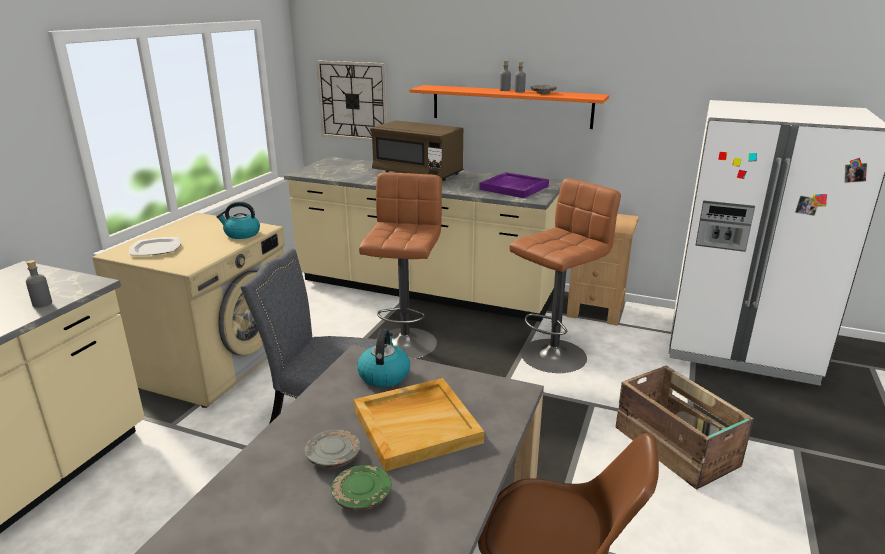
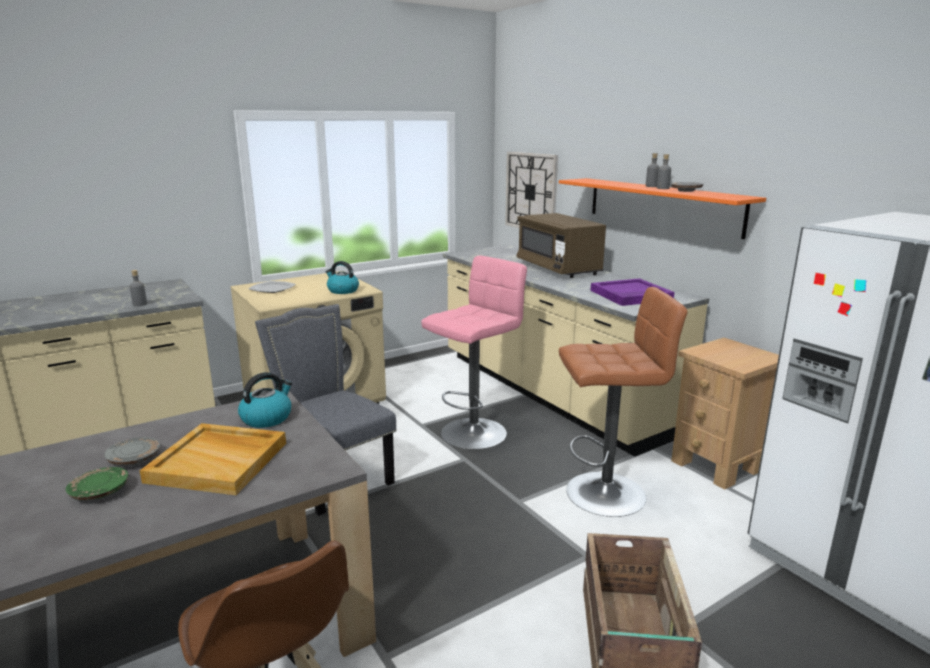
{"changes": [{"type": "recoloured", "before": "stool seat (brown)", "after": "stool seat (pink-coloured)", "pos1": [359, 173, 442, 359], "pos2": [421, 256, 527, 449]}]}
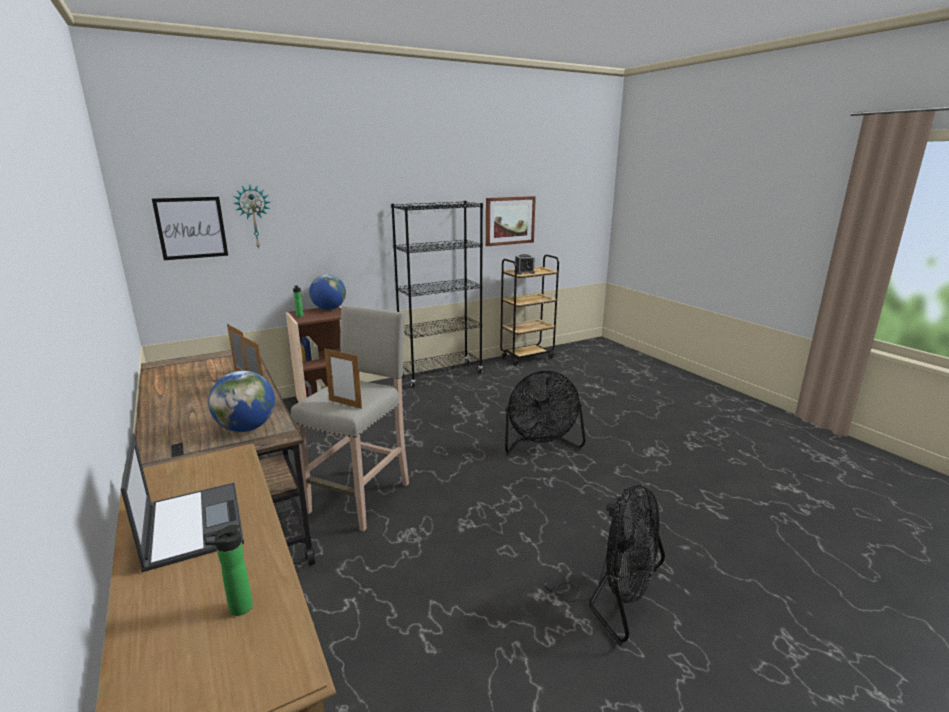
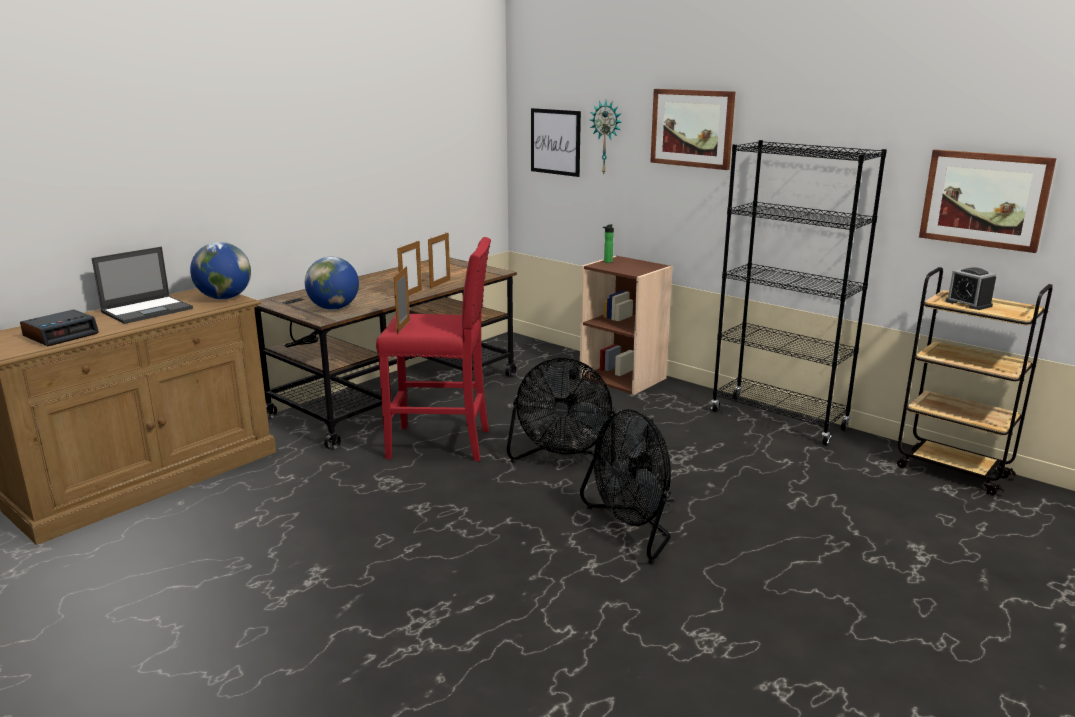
{"changes": [{"type": "replaced", "before": "drink bottle", "after": "bedside clock", "pos1": [203, 525, 253, 616], "pos2": [20, 309, 99, 346]}, {"type": "recoloured", "before": "stool seat (beige)", "after": "stool seat (red)", "pos1": [291, 305, 409, 532], "pos2": [376, 237, 491, 461]}, {"type": "moved", "before": "desk globe", "pos1": [309, 274, 346, 310], "pos2": [190, 242, 251, 299]}, {"type": "moved", "before": "electric fan (black)", "pos1": [545, 485, 665, 646], "pos2": [507, 358, 616, 463]}, {"type": "added", "after": "wall picture", "pos2": [650, 89, 735, 170]}]}
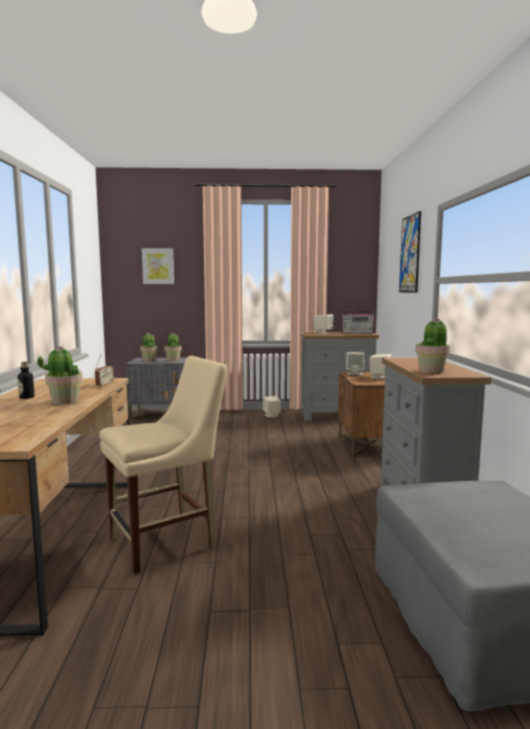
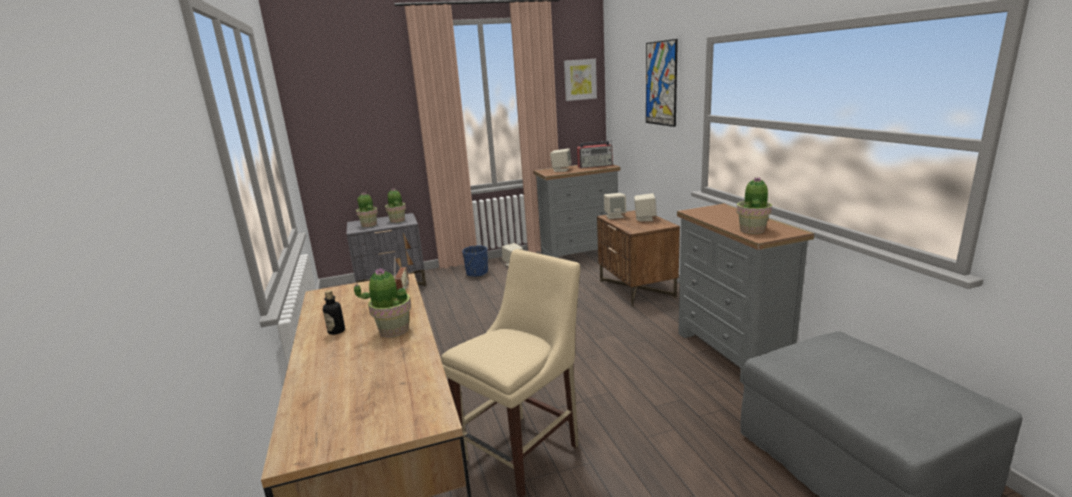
{"changes": [{"type": "moved", "before": "wall picture", "pos1": [142, 248, 174, 284], "pos2": [564, 59, 597, 101]}, {"type": "added", "after": "plant pot (blue-coloured)", "pos2": [462, 245, 488, 277]}]}
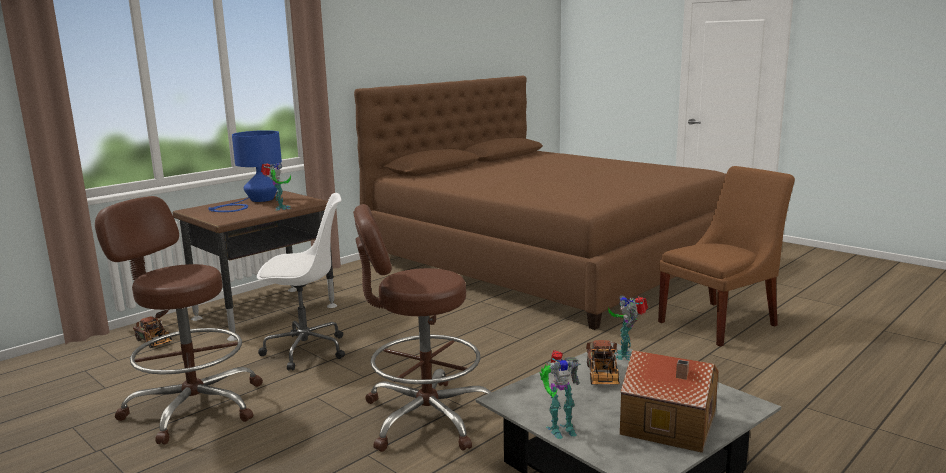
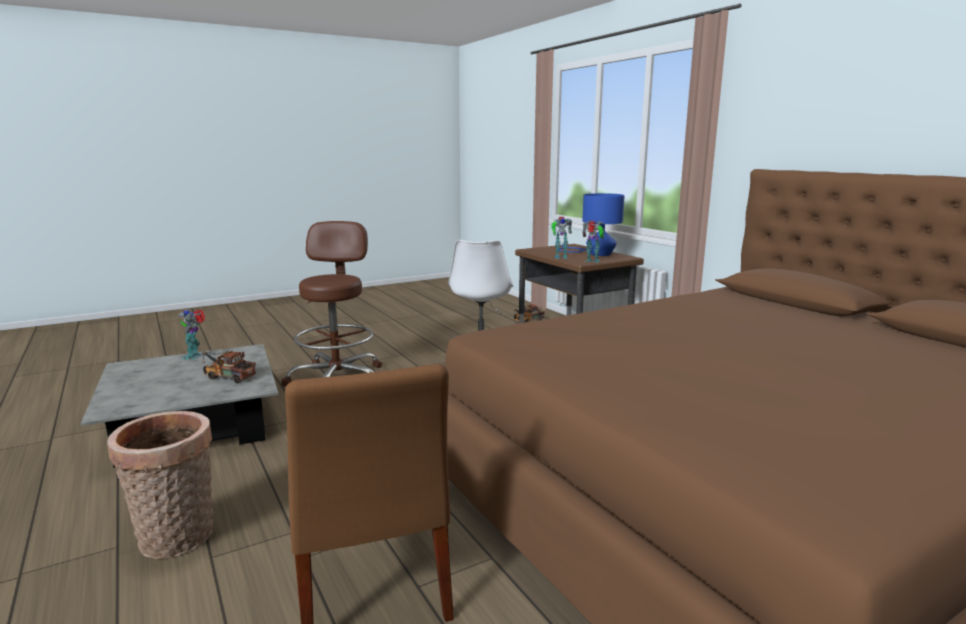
{"changes": [{"type": "removed", "before": "stool seat (brown)", "pos1": [95, 196, 263, 444]}, {"type": "moved", "before": "toy robot", "pos1": [608, 295, 648, 360], "pos2": [582, 221, 604, 263]}, {"type": "removed", "before": "miniature house", "pos1": [620, 350, 719, 453]}, {"type": "added", "after": "storage basket", "pos2": [107, 411, 214, 559]}]}
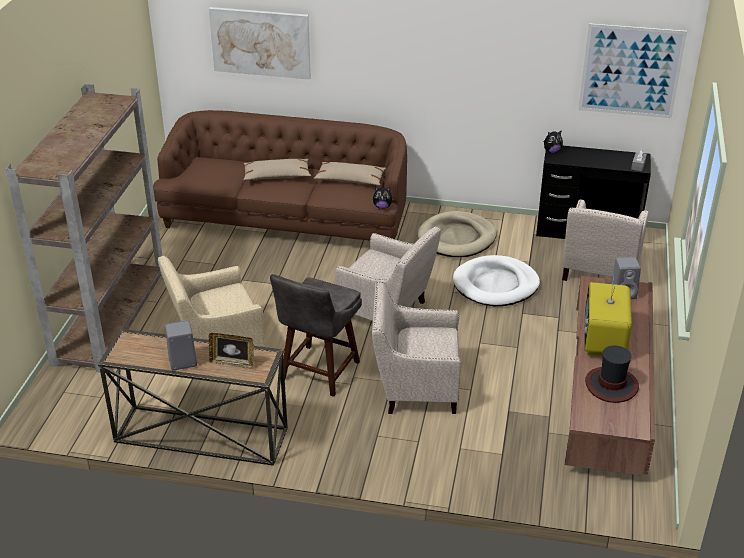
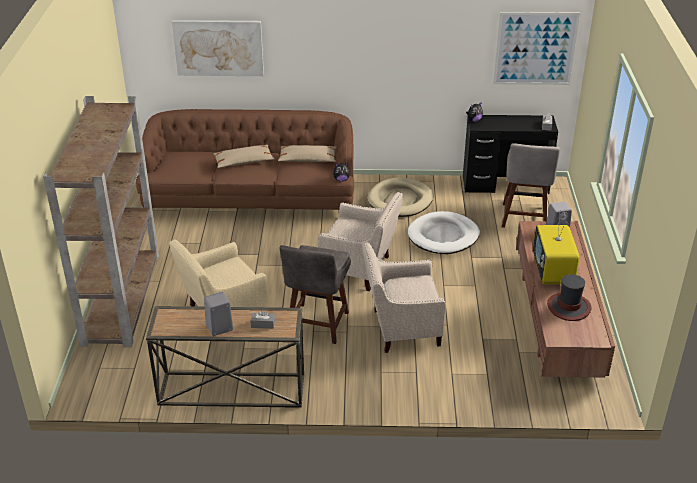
{"changes": [{"type": "replaced", "before": "standing frame", "after": "tissue holder (grey)", "pos1": [209, 333, 254, 370], "pos2": [250, 310, 275, 329]}, {"type": "replaced", "before": "armchair (beige)", "after": "stool seat (grey)", "pos1": [562, 199, 649, 281], "pos2": [502, 143, 560, 228]}]}
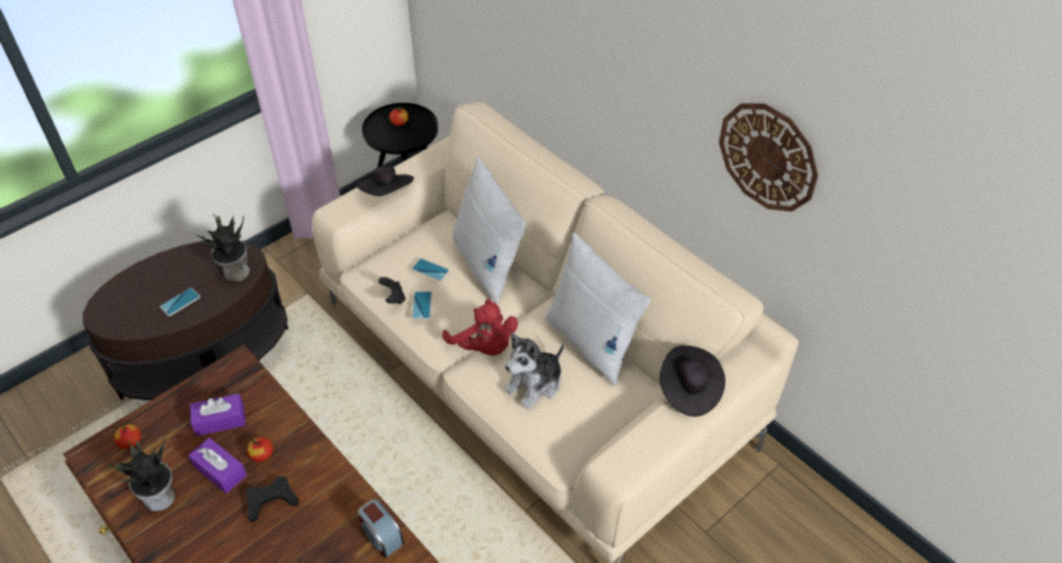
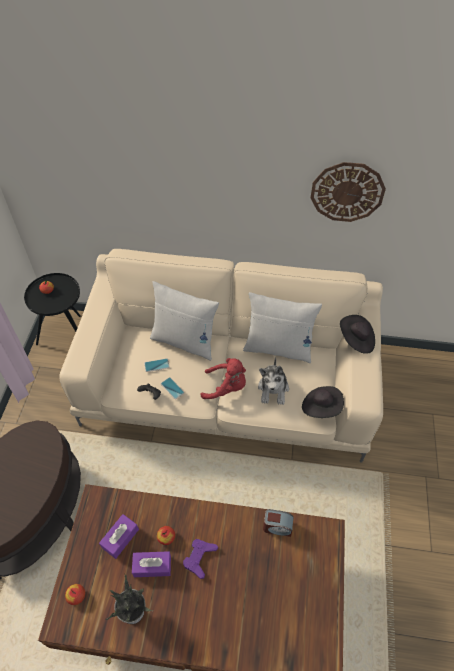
{"changes": [{"type": "removed", "before": "phone", "pos1": [160, 288, 200, 316]}, {"type": "removed", "before": "houseplant", "pos1": [193, 214, 250, 282]}, {"type": "recoloured", "before": "game controller (black)", "after": "game controller (purple)", "pos1": [246, 476, 299, 523], "pos2": [183, 539, 218, 579]}, {"type": "moved", "before": "hat (black)", "pos1": [356, 165, 414, 196], "pos2": [302, 386, 344, 418]}]}
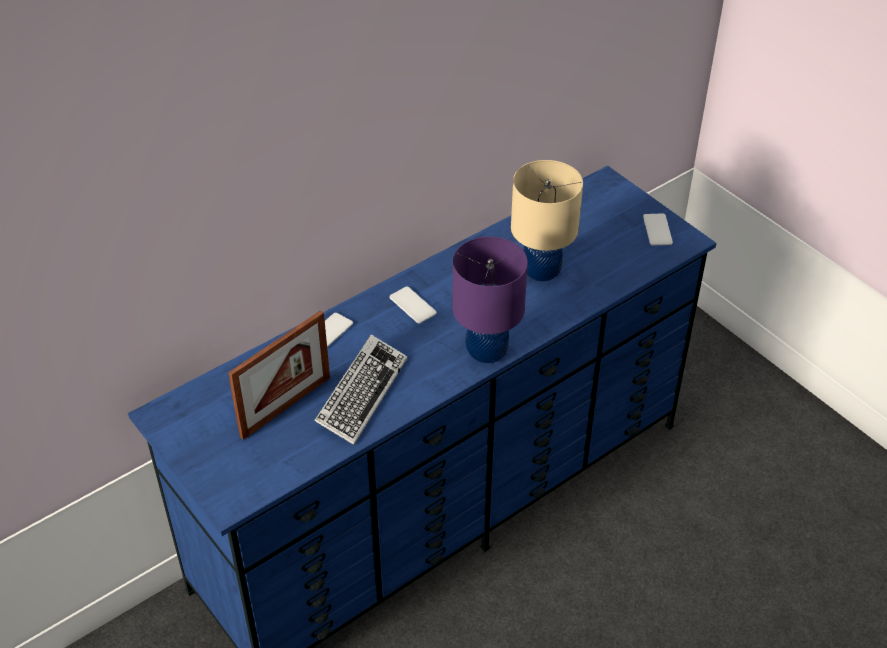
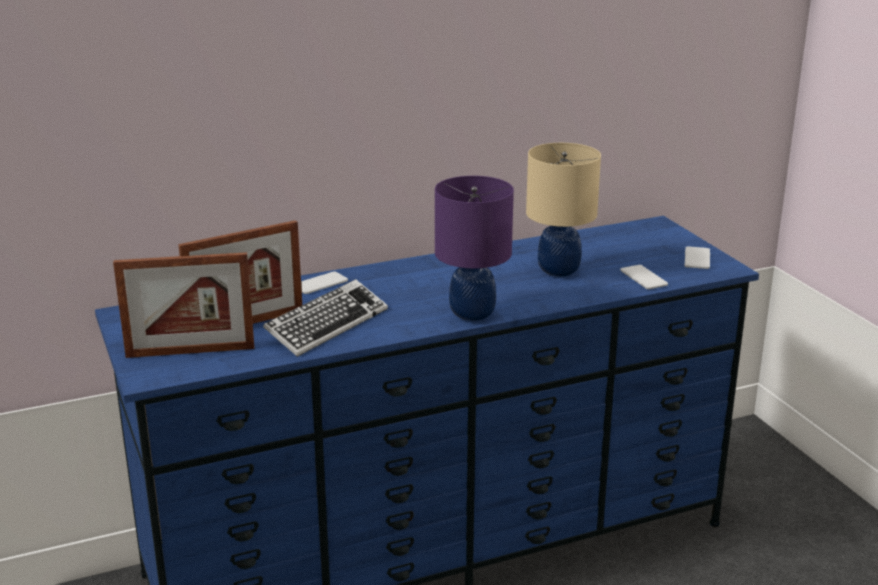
{"changes": [{"type": "moved", "before": "phone", "pos1": [390, 287, 437, 323], "pos2": [620, 265, 668, 289]}, {"type": "added", "after": "standing frame", "pos2": [113, 252, 254, 358]}]}
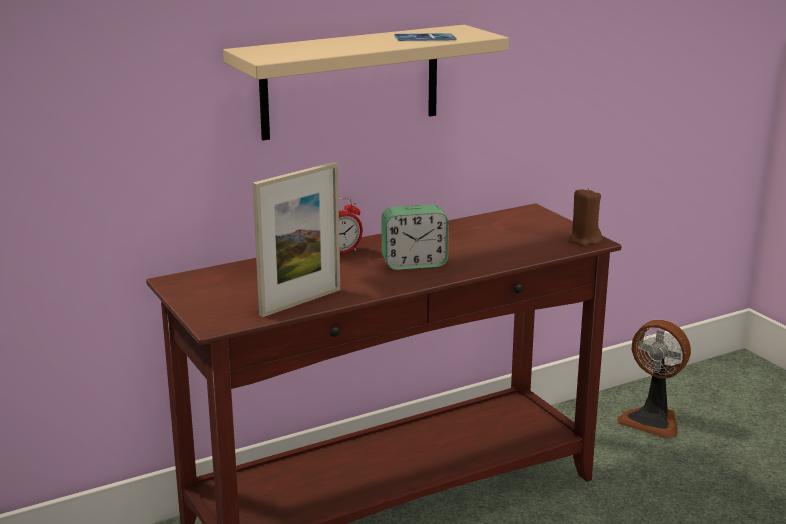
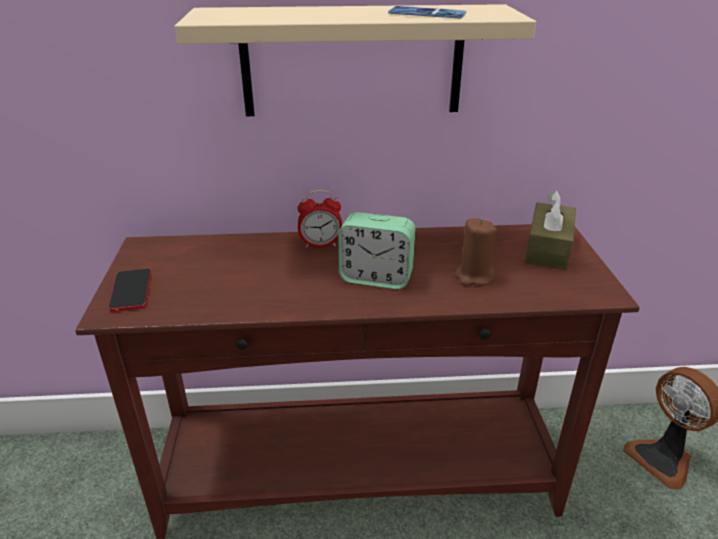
{"changes": [{"type": "removed", "before": "standing frame", "pos1": [252, 162, 340, 317]}, {"type": "moved", "before": "candle (brown)", "pos1": [569, 188, 602, 247], "pos2": [454, 218, 497, 286]}, {"type": "added", "after": "phone", "pos2": [109, 269, 151, 312]}, {"type": "added", "after": "tissue holder (brown)", "pos2": [525, 190, 576, 270]}]}
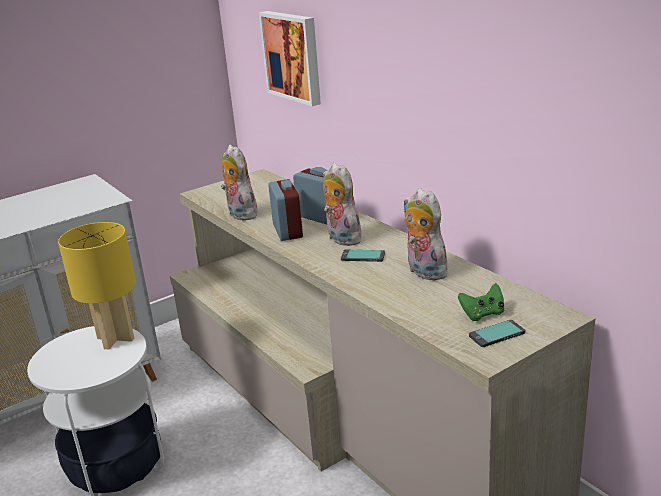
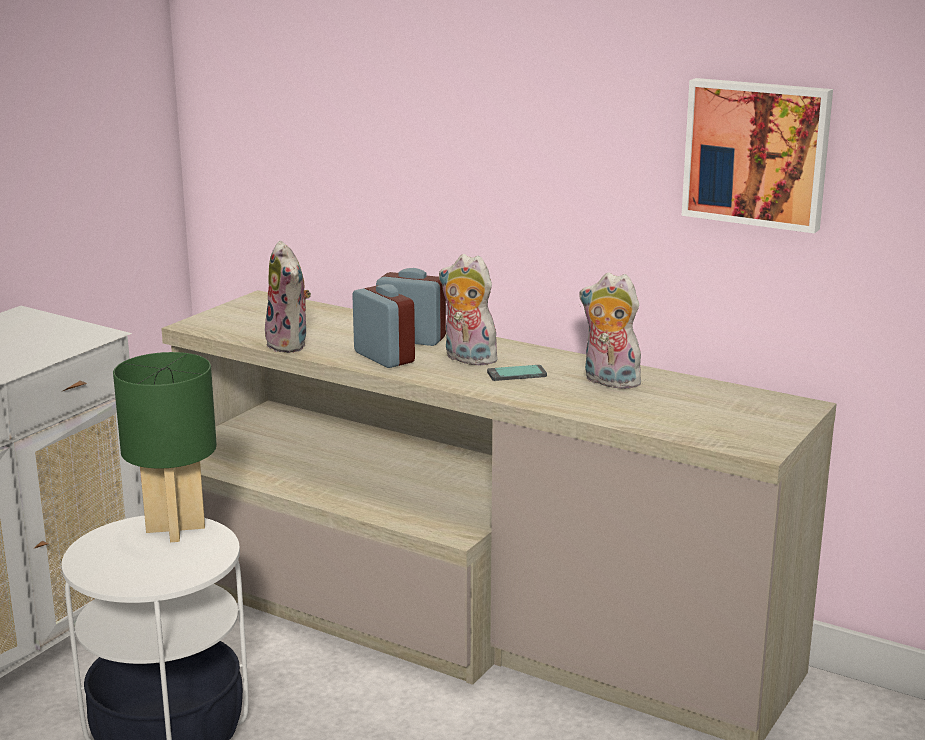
{"changes": [{"type": "recoloured", "before": "lamp for a table (yellowish)", "after": "lamp for a table (greenish)", "pos1": [58, 222, 136, 349], "pos2": [113, 352, 217, 542]}, {"type": "turned", "before": "cuddly toy", "pos1": [221, 145, 257, 220], "pos2": [265, 241, 311, 353], "turn": -150}, {"type": "moved", "before": "wall picture", "pos1": [259, 11, 321, 106], "pos2": [681, 78, 833, 233]}, {"type": "removed", "before": "game controller (greenish)", "pos1": [458, 283, 504, 321]}, {"type": "removed", "before": "phone", "pos1": [469, 320, 525, 347]}]}
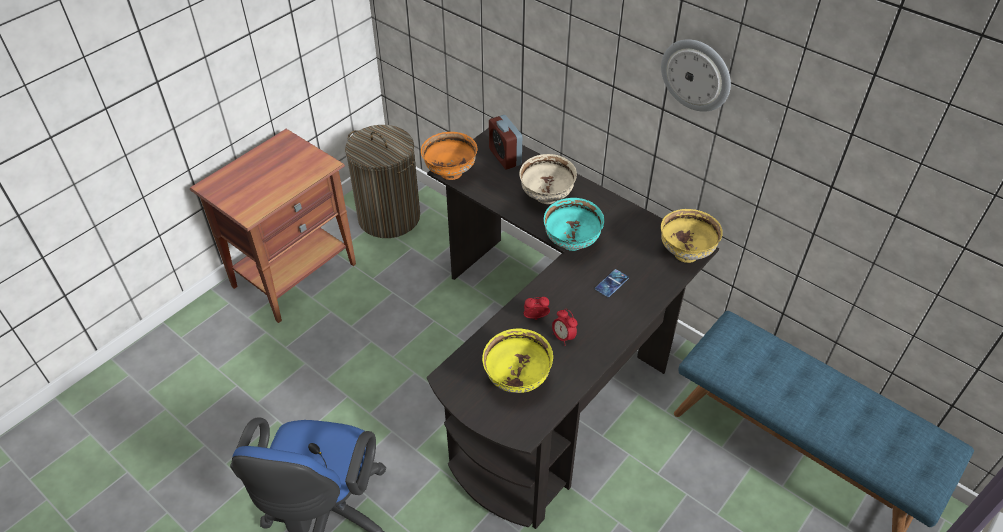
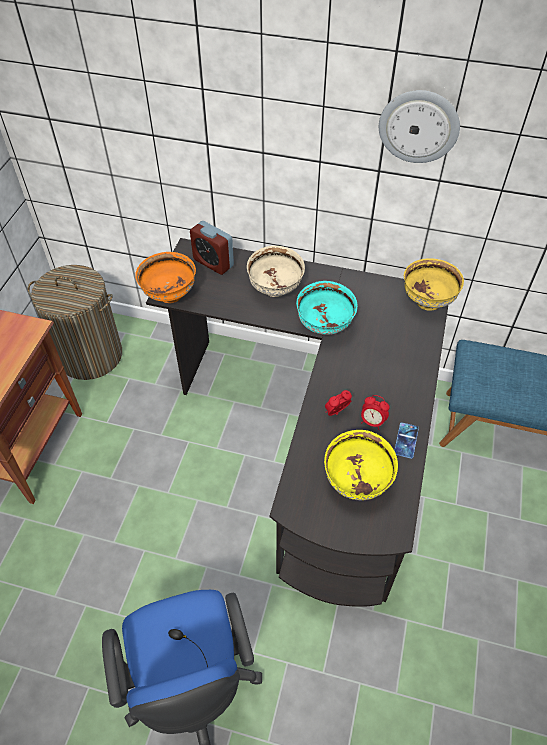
{"changes": [{"type": "moved", "before": "phone", "pos1": [595, 269, 629, 297], "pos2": [394, 422, 419, 459]}]}
